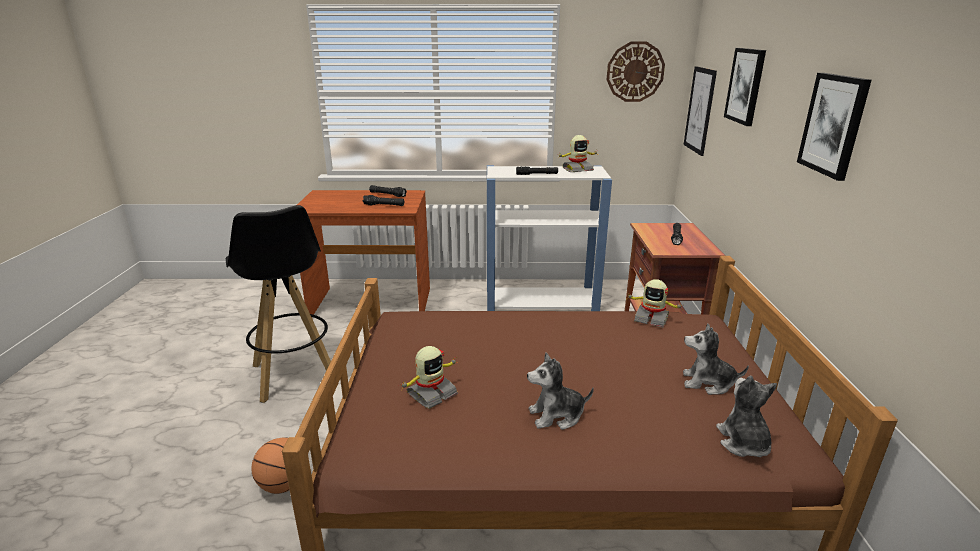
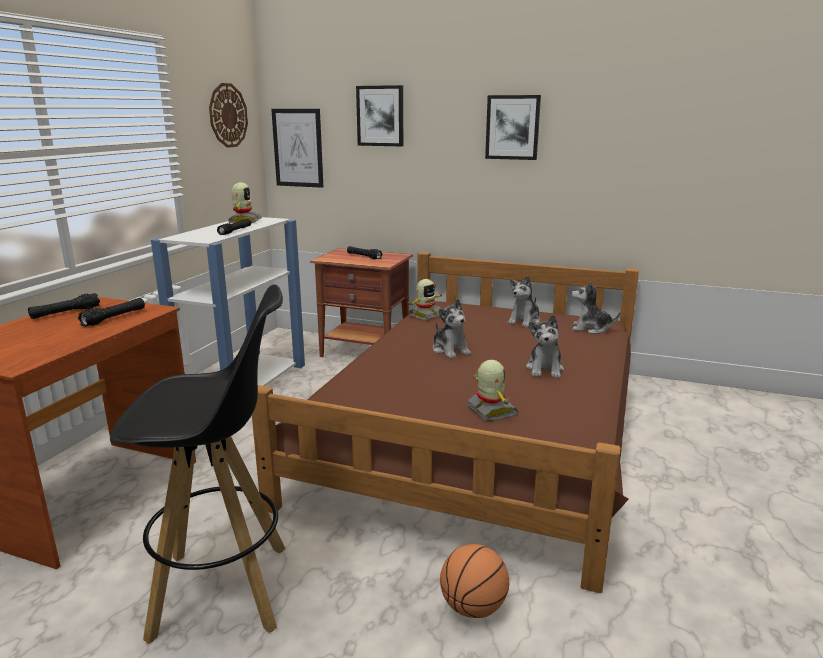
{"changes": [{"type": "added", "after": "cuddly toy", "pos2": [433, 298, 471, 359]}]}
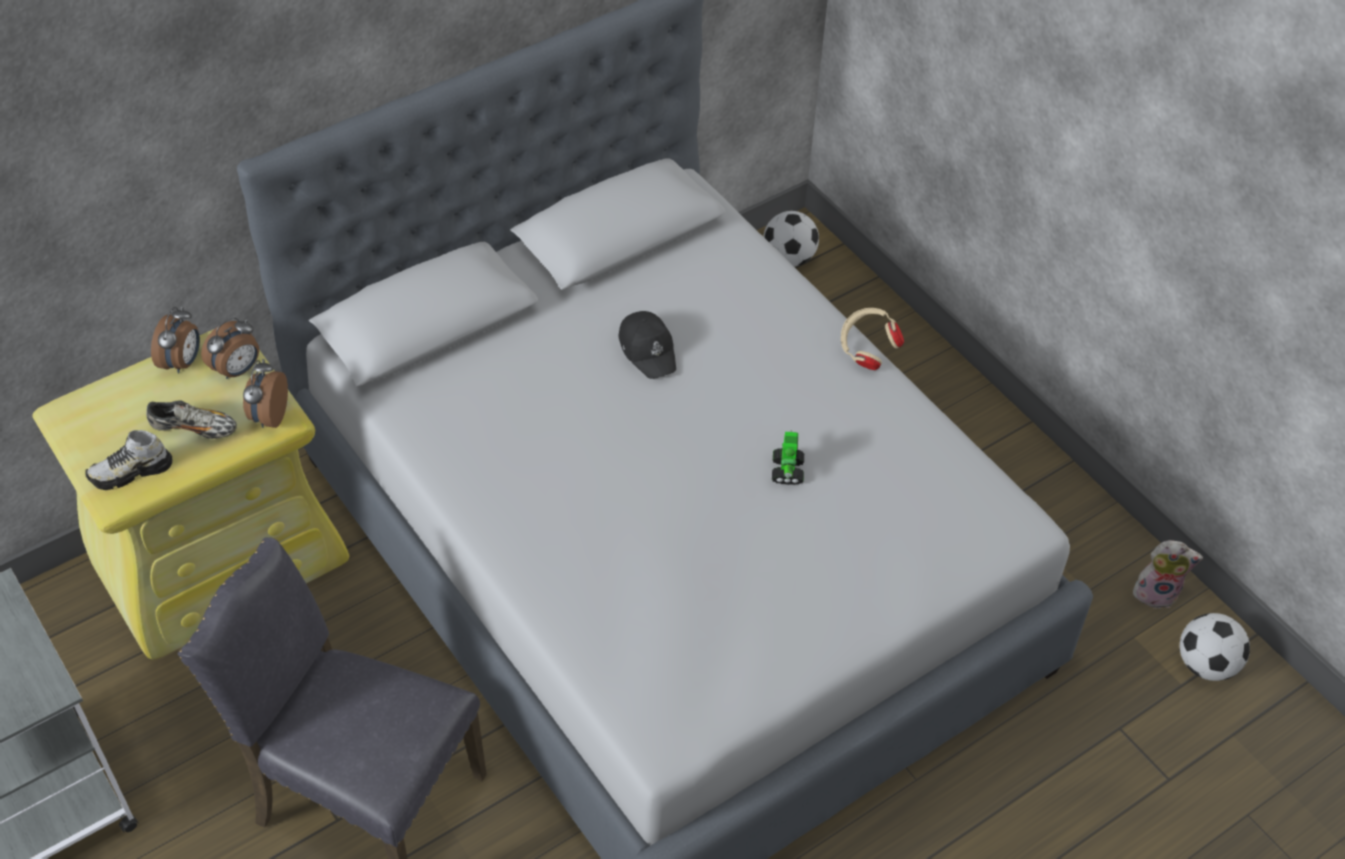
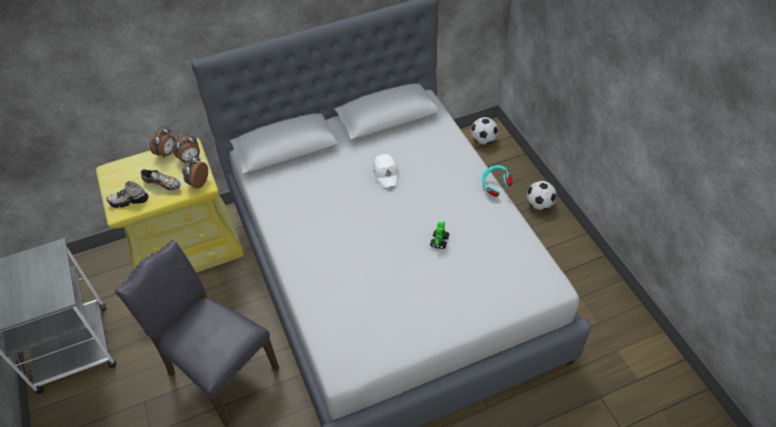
{"changes": [{"type": "recoloured", "before": "cap (black)", "after": "cap (white-coloured)", "pos1": [618, 311, 676, 379], "pos2": [373, 154, 399, 188]}, {"type": "recoloured", "before": "headphones (beige)", "after": "headphones (turquoise)", "pos1": [841, 308, 904, 370], "pos2": [482, 165, 513, 197]}, {"type": "removed", "before": "cuddly toy", "pos1": [1133, 540, 1203, 608]}, {"type": "moved", "before": "football", "pos1": [1180, 613, 1250, 681], "pos2": [527, 181, 557, 210]}]}
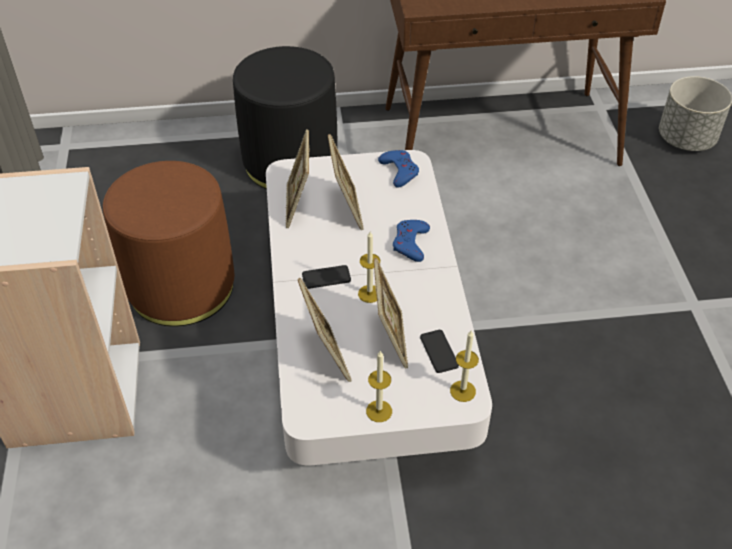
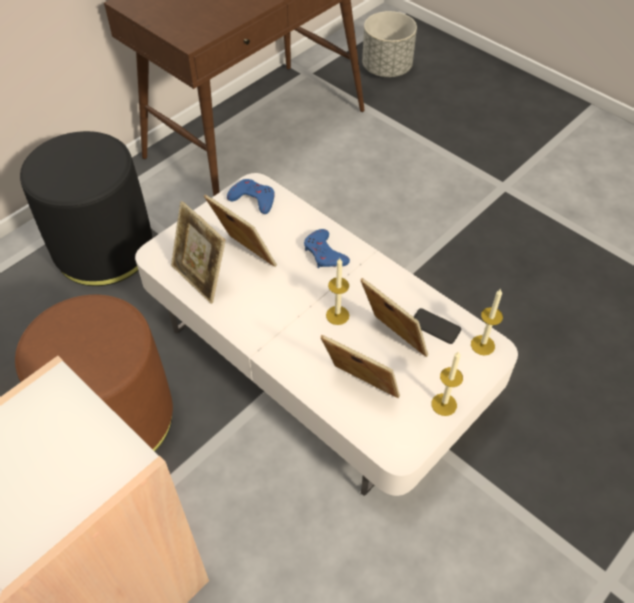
{"changes": [{"type": "removed", "before": "phone", "pos1": [302, 265, 351, 289]}]}
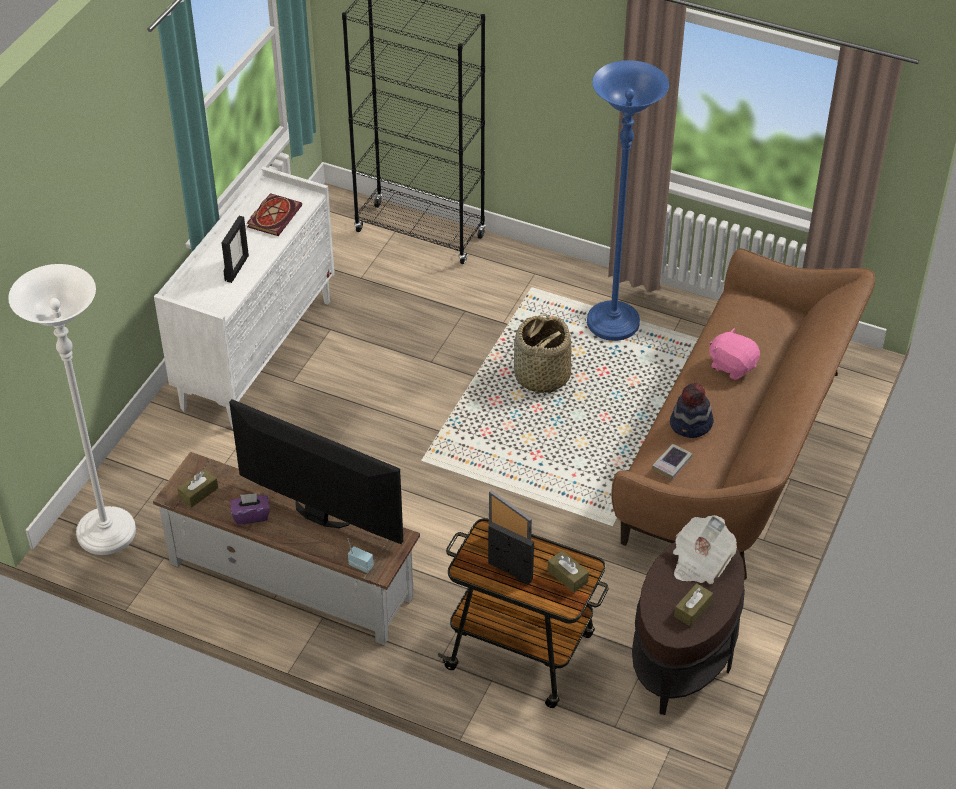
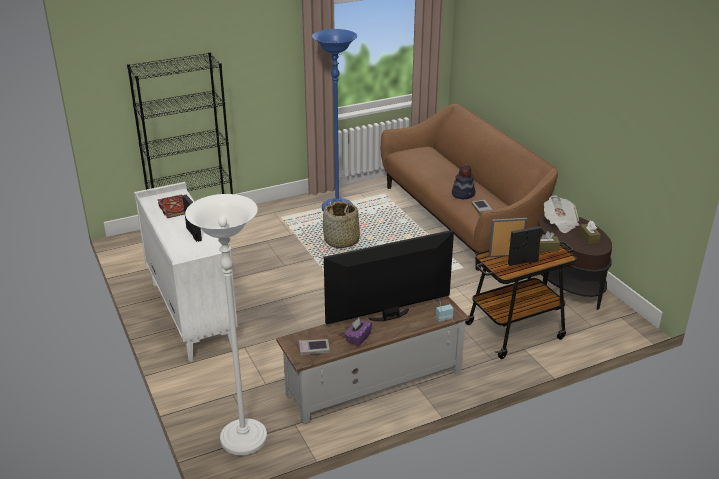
{"changes": [{"type": "replaced", "before": "tissue holder (brown)", "after": "bound book", "pos1": [177, 469, 218, 508], "pos2": [299, 339, 330, 355]}, {"type": "removed", "before": "cuddly toy (pink-coloured)", "pos1": [709, 328, 760, 380]}]}
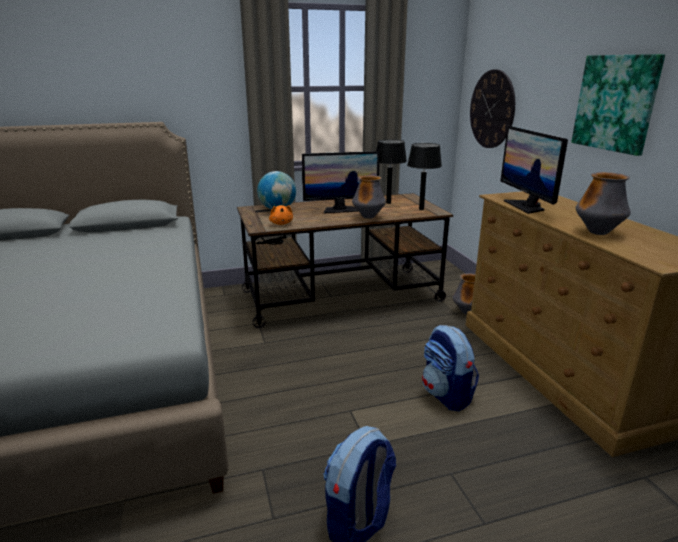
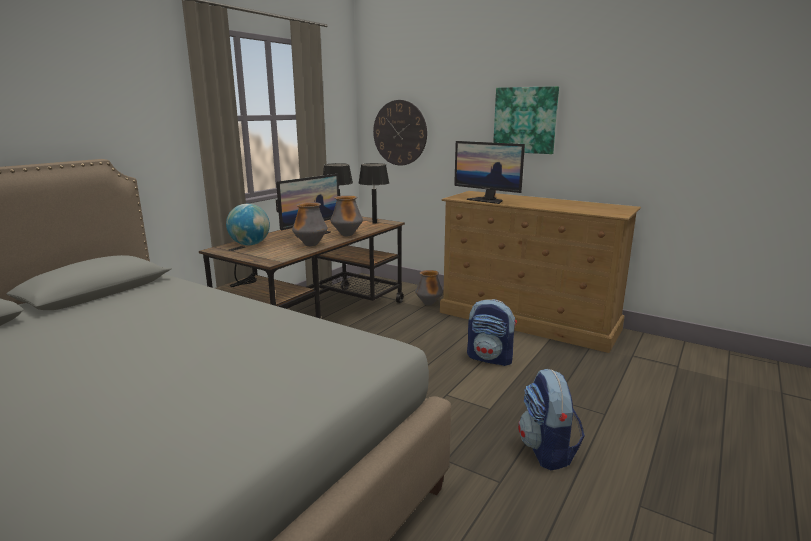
{"changes": [{"type": "removed", "before": "cuddly toy (orange-coloured)", "pos1": [269, 205, 293, 225]}, {"type": "moved", "before": "vase", "pos1": [576, 172, 631, 235], "pos2": [292, 202, 328, 246]}]}
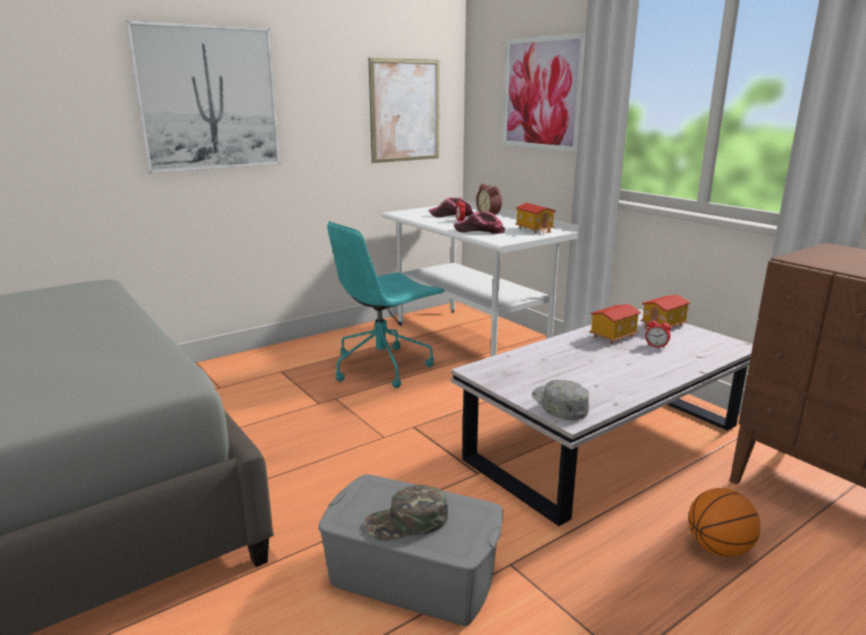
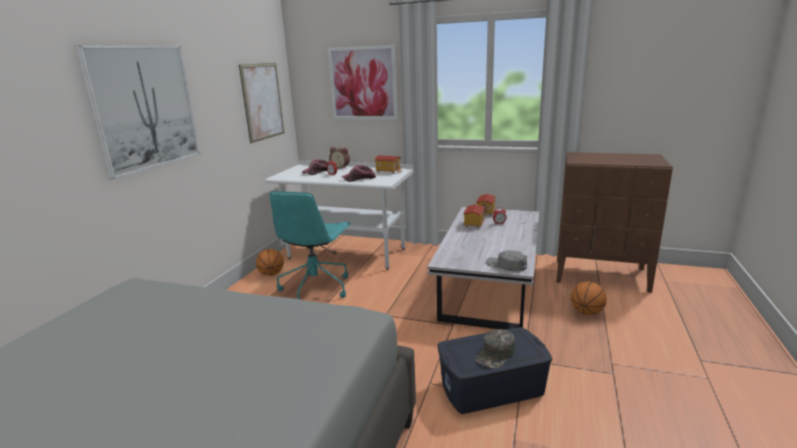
{"changes": [{"type": "recoloured", "before": "storage bin (grey)", "after": "storage bin (blue-coloured)", "pos1": [318, 474, 503, 626], "pos2": [438, 327, 552, 414]}, {"type": "added", "after": "basketball ball", "pos2": [256, 249, 284, 276]}]}
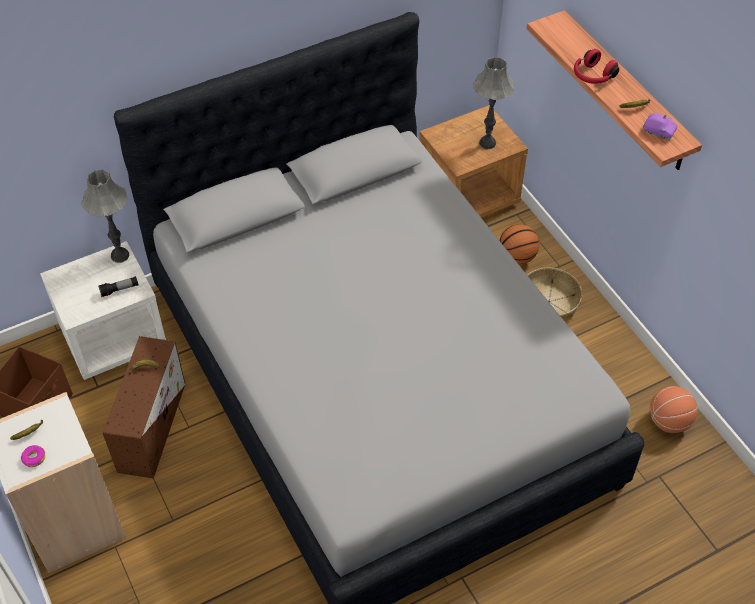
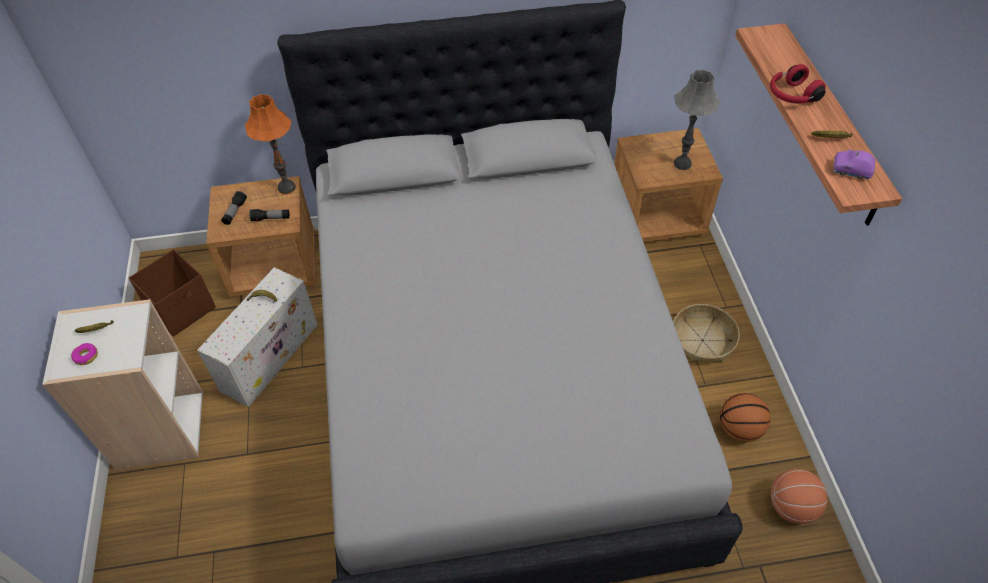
{"changes": [{"type": "recoloured", "before": "bedside table (white-coloured)", "after": "bedside table (brown)", "pos1": [40, 241, 166, 380], "pos2": [206, 176, 316, 297]}, {"type": "recoloured", "before": "lamp for a table (grey)", "after": "lamp for a table (orange-coloured)", "pos1": [81, 170, 129, 263], "pos2": [245, 94, 296, 194]}, {"type": "recoloured", "before": "storage bin (brown)", "after": "storage bin (white-coloured)", "pos1": [103, 336, 185, 478], "pos2": [197, 267, 317, 407]}, {"type": "moved", "before": "basketball ball", "pos1": [499, 224, 539, 265], "pos2": [720, 393, 770, 442]}, {"type": "turned", "before": "model car (purple)", "pos1": [643, 113, 677, 140], "pos2": [834, 149, 875, 179], "turn": 150}, {"type": "added", "after": "flashlight", "pos2": [221, 191, 247, 225]}]}
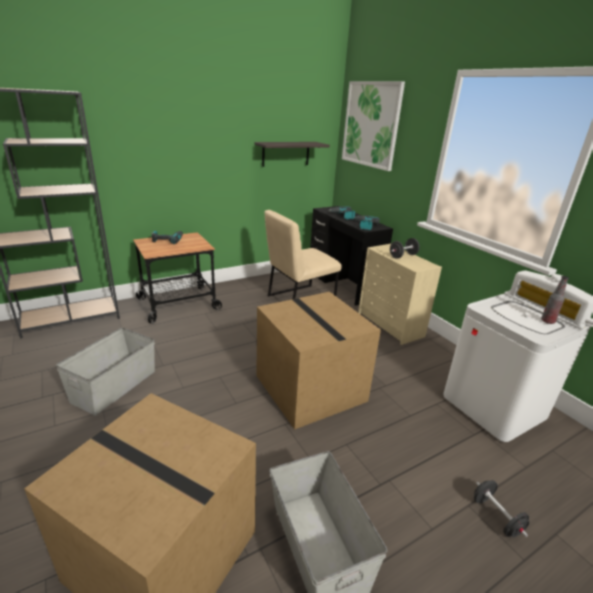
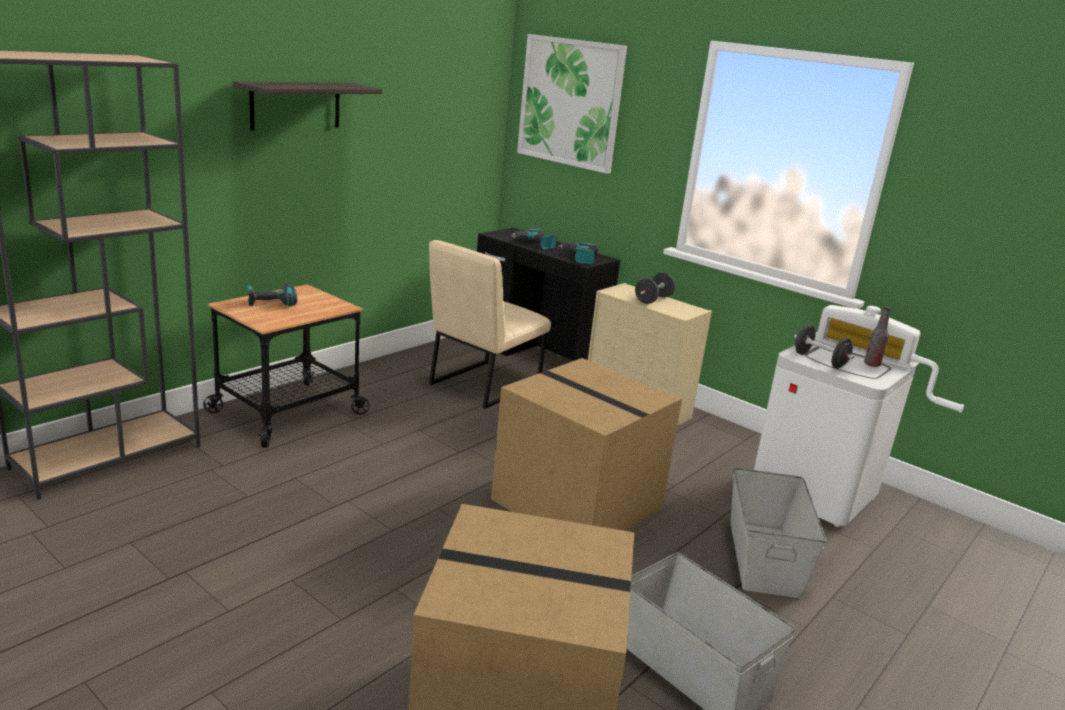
{"changes": [{"type": "moved", "before": "storage bin (grey)", "pos1": [56, 328, 155, 416], "pos2": [730, 468, 827, 599]}, {"type": "moved", "before": "bracket shelf", "pos1": [254, 142, 330, 167], "pos2": [233, 82, 382, 130]}, {"type": "moved", "before": "hand weight (black)", "pos1": [474, 480, 529, 537], "pos2": [794, 325, 854, 368]}]}
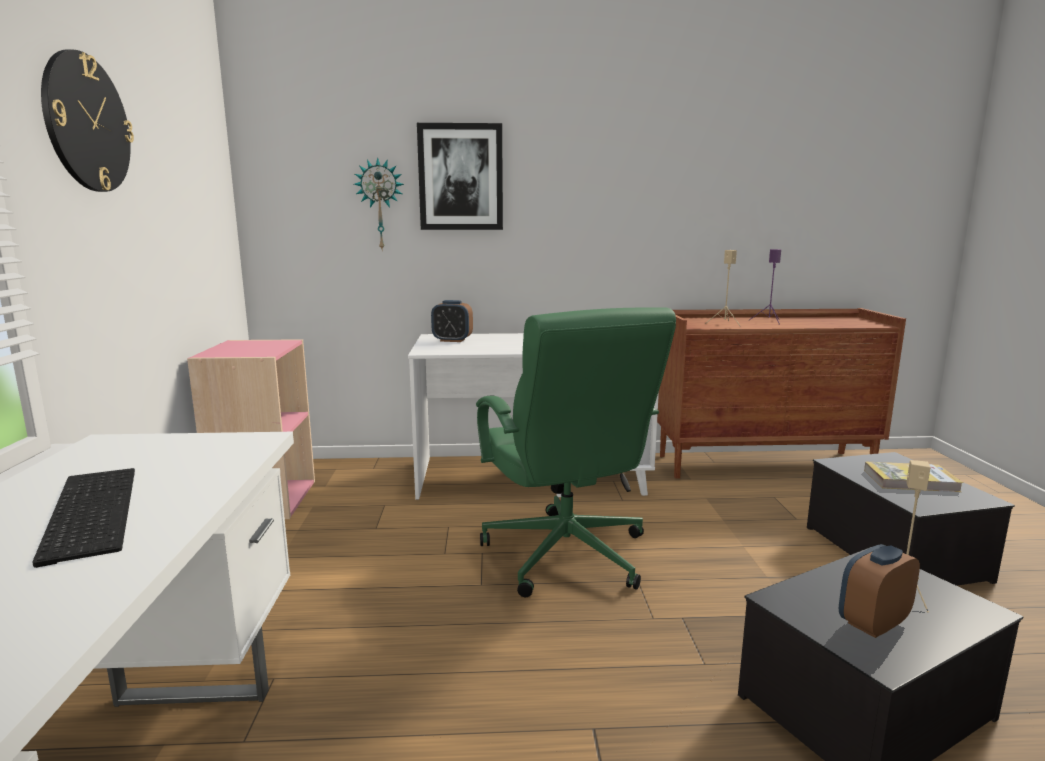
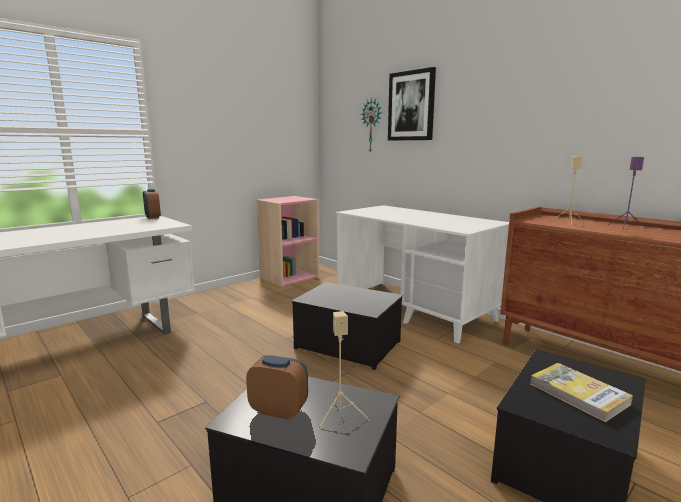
{"changes": [{"type": "removed", "before": "computer keyboard", "pos1": [32, 468, 135, 568]}, {"type": "removed", "before": "hanging clock", "pos1": [41, 49, 134, 192]}, {"type": "moved", "before": "bedside clock", "pos1": [431, 300, 473, 342], "pos2": [143, 189, 161, 219]}, {"type": "replaced", "before": "desk chair (greenish)", "after": "storage bin", "pos1": [476, 307, 676, 597], "pos2": [291, 282, 403, 370]}]}
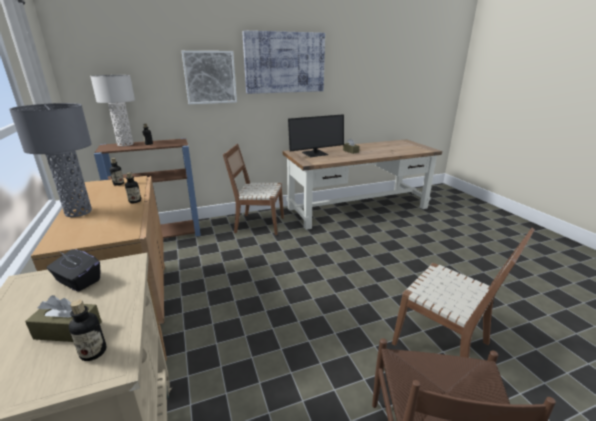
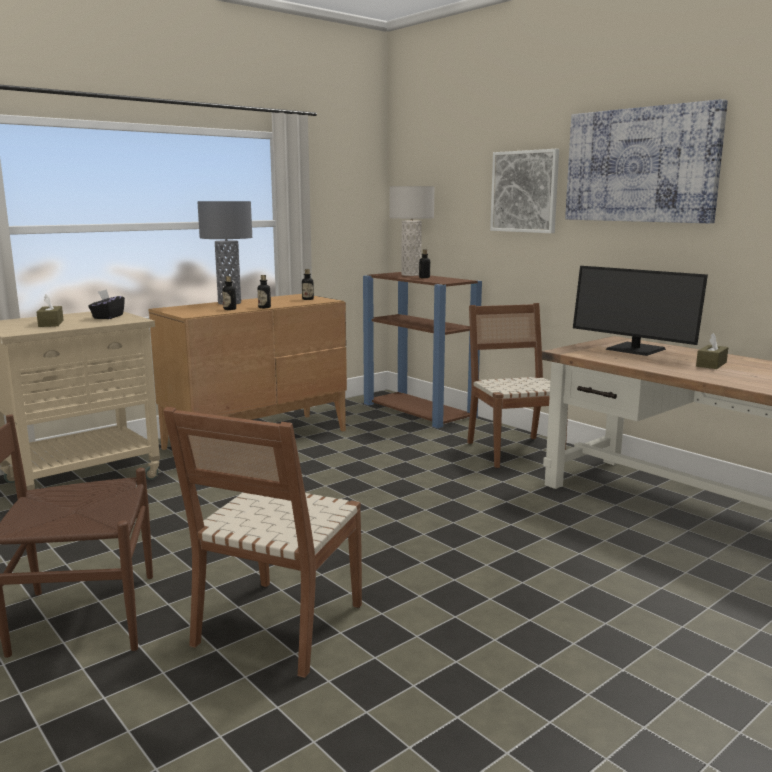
{"changes": [{"type": "moved", "before": "drink bottle", "pos1": [69, 299, 106, 361], "pos2": [222, 276, 236, 310]}]}
